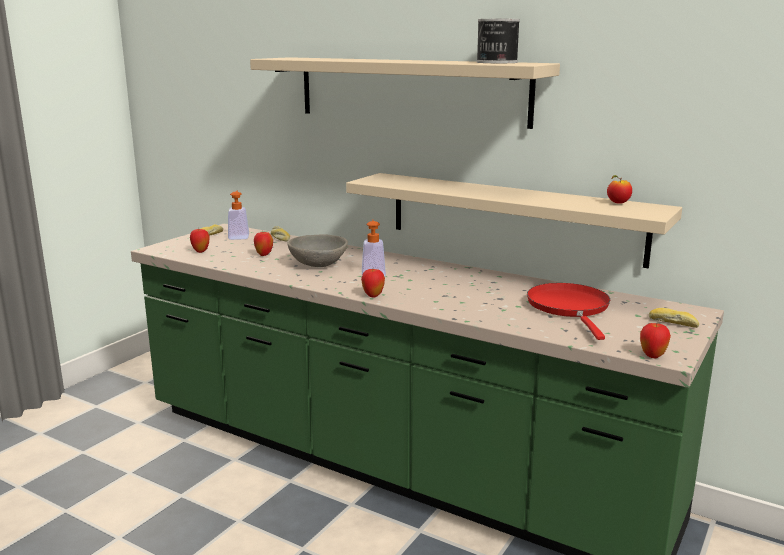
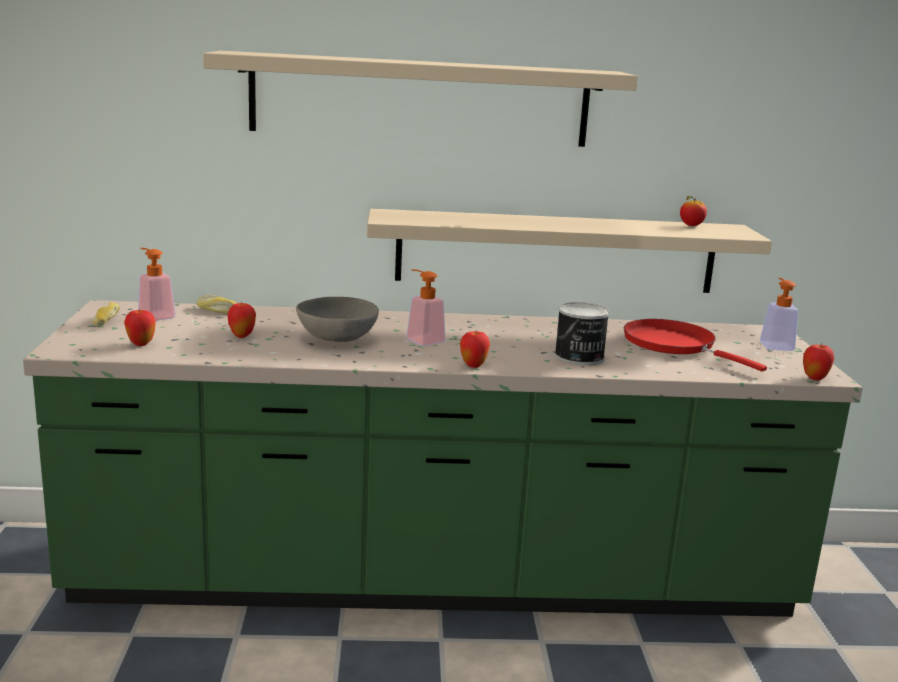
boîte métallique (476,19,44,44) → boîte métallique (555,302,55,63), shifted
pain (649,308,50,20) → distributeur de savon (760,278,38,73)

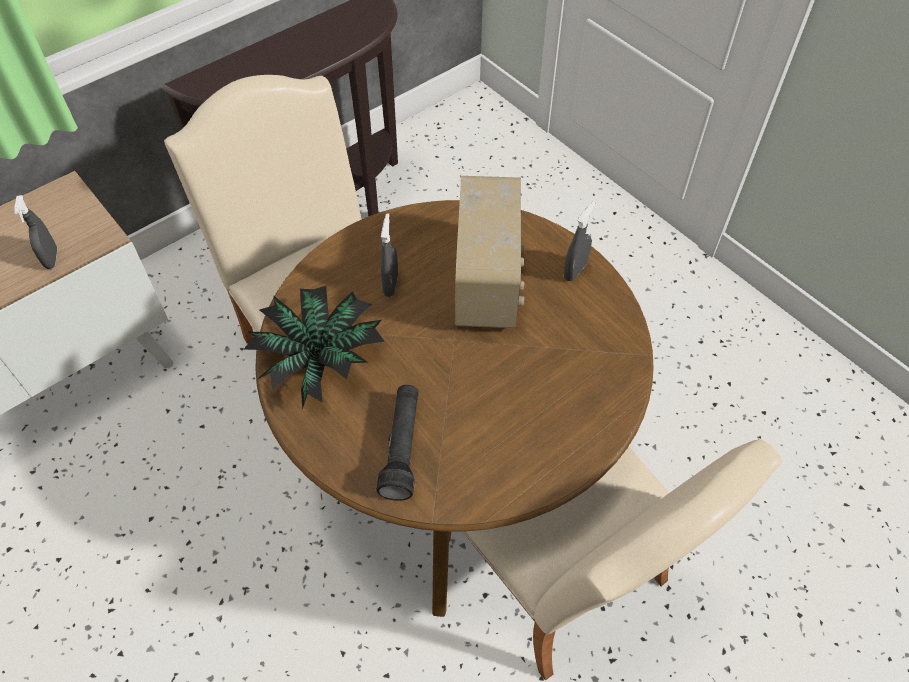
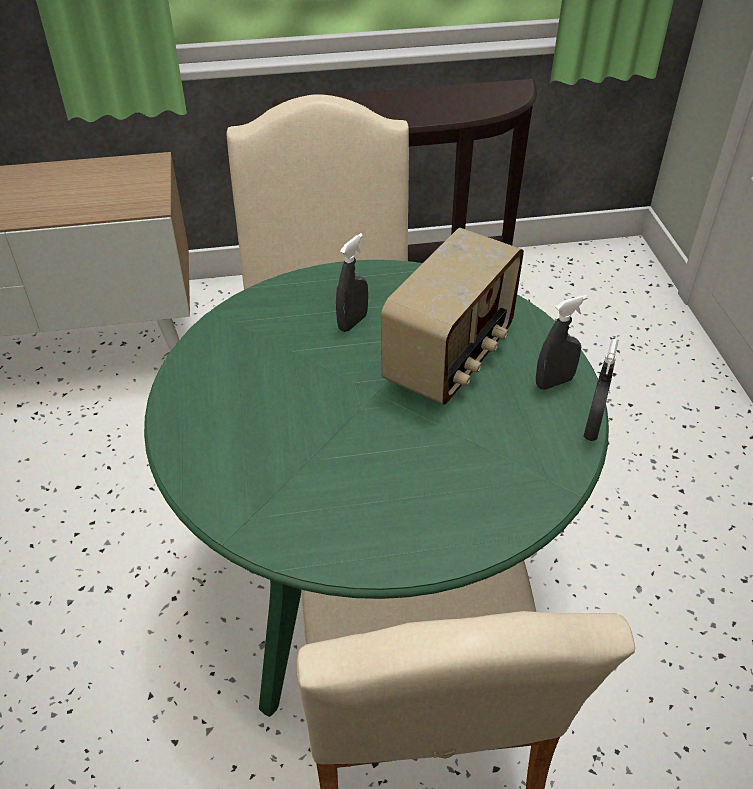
plante en pot (243,286,142,124) → -
lampe de poche (noir) (376,385,43,116) → -
vaporisateur (gris) (14,195,43,74) → vaporisateur (gris) (584,339,34,102), shifted
table à manger (marron) (255,200,399,417) → table à manger (vert) (144,260,465,457)

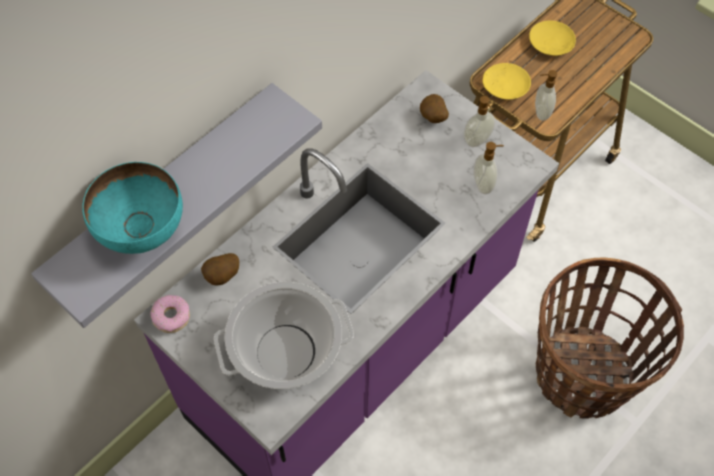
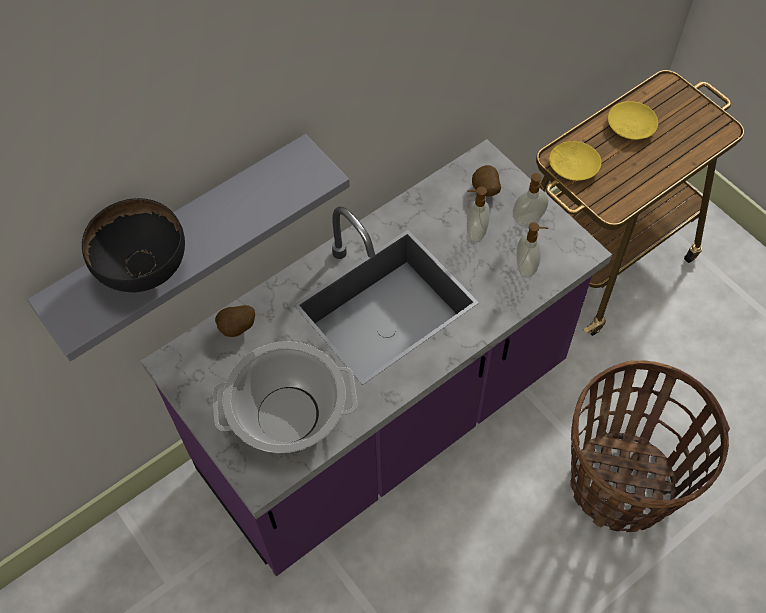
beignet (150,295,40,38) → -
distributeur de savon (535,70,22,51) → distributeur de savon (467,187,23,55), shifted
bol (turquoise) (82,162,101,92) → bol (noir) (82,198,103,95)

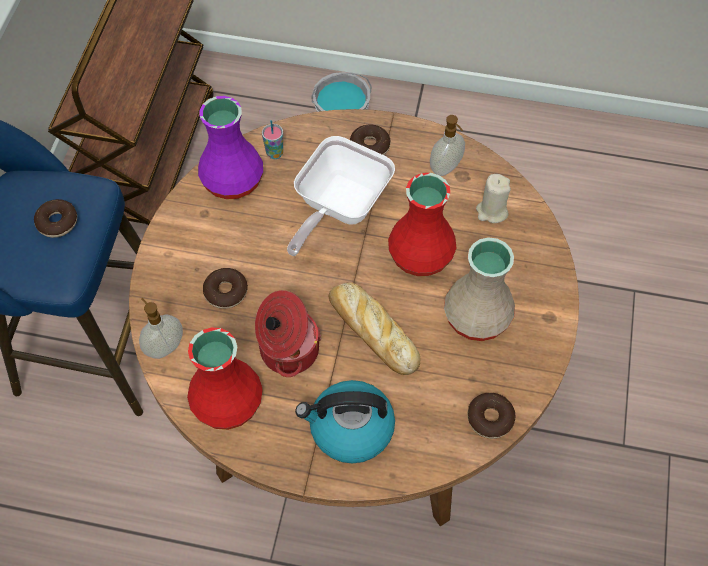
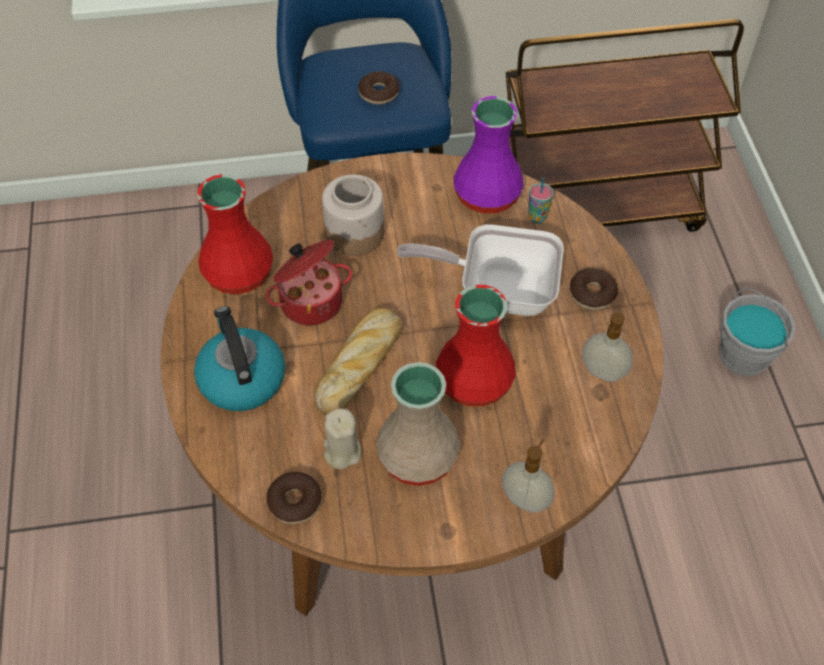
distributeur de savon (139,298,44,61) → distributeur de savon (502,439,53,74), shifted
bougie (beige) (476,174,35,49) → bougie (beige) (324,409,37,60), shifted
beignet (203,268,45,41) → bocal (322,174,62,82)

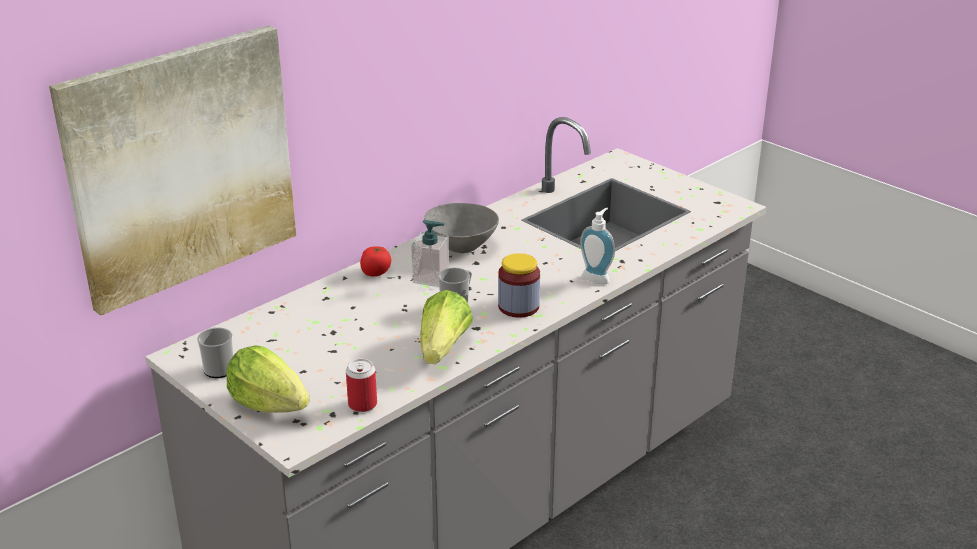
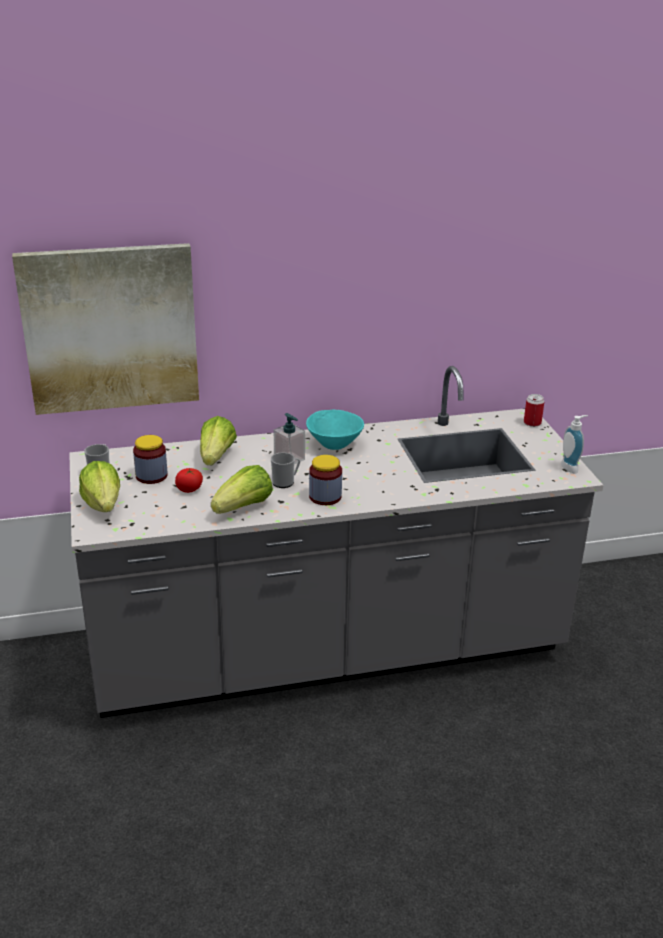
- → bocal (133,435,35,49)
- → laitue (200,416,37,49)
boîte métallique (346,359,31,53) → boîte métallique (524,394,21,33), shifted
tomate (360,246,31,30) → tomate (175,468,28,25), shifted
distributeur de savon (580,208,35,76) → distributeur de savon (561,415,27,58), shifted
bol (gris) (424,203,75,50) → bol (turquoise) (306,410,58,40)

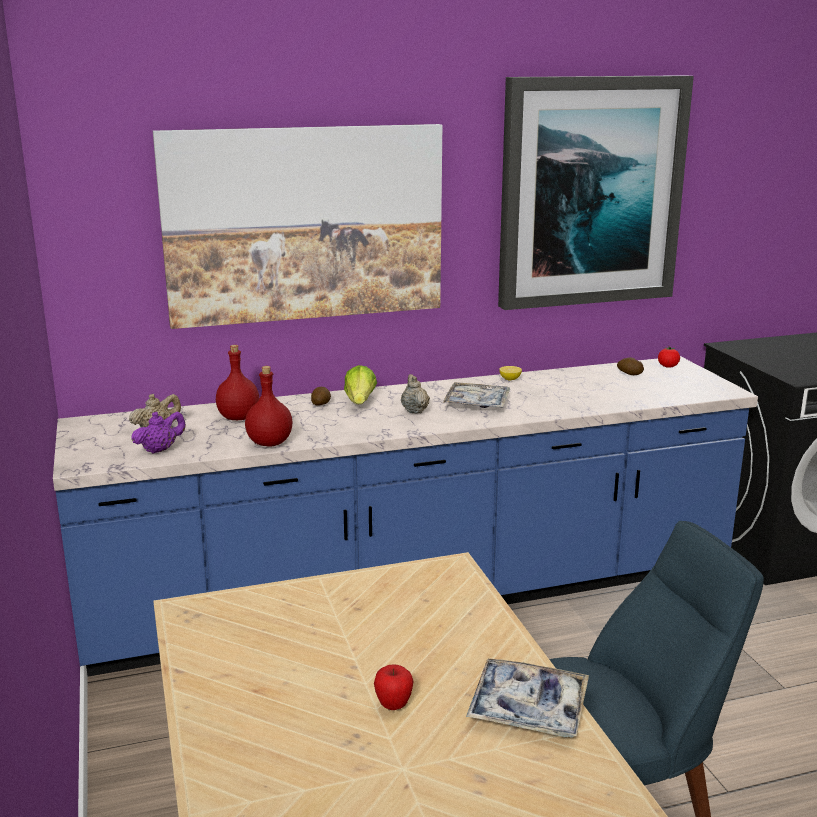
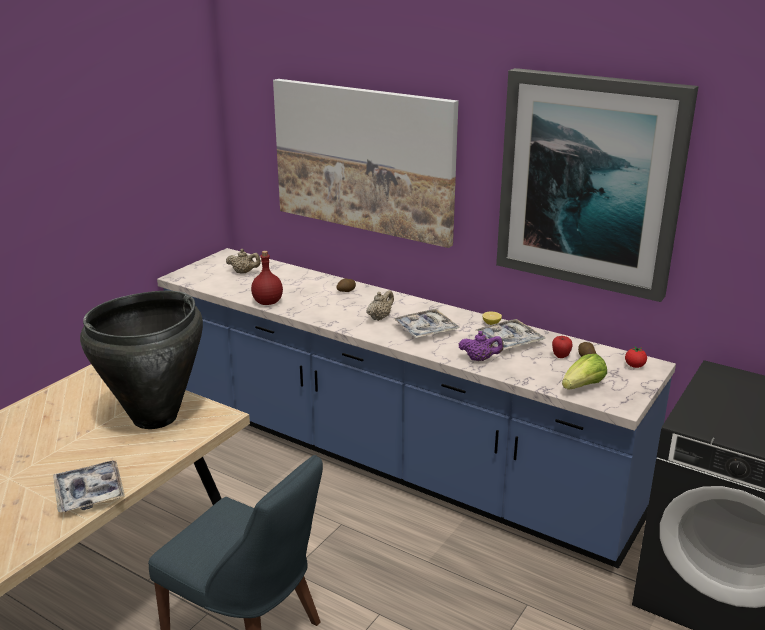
bouteille (rouge) (216,345,43,75) → -
- → vase (noir) (80,291,123,138)
- → plateau (476,319,70,31)
théière (violet) (131,412,55,42) → théière (violet) (459,331,45,30), shifted
laitue (344,365,33,39) → laitue (562,354,45,35), shifted
pomme (374,664,40,46) → pomme (552,336,21,22), shifted

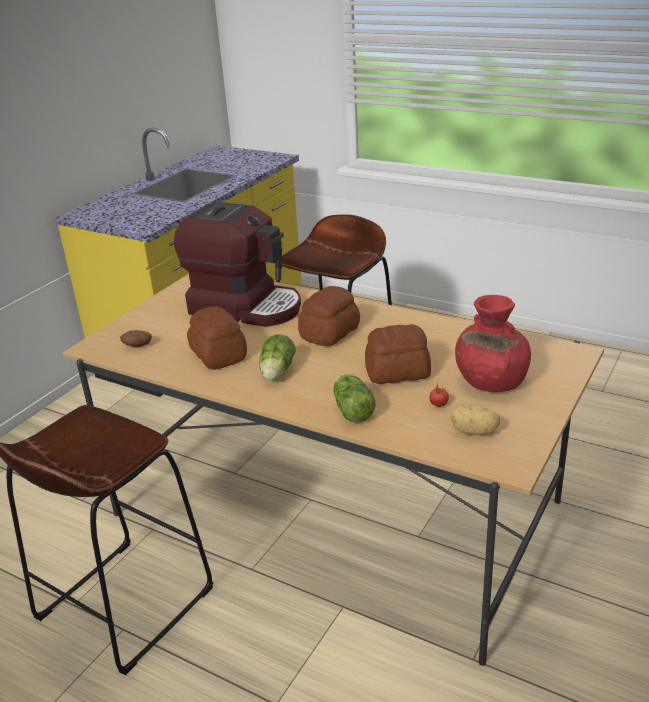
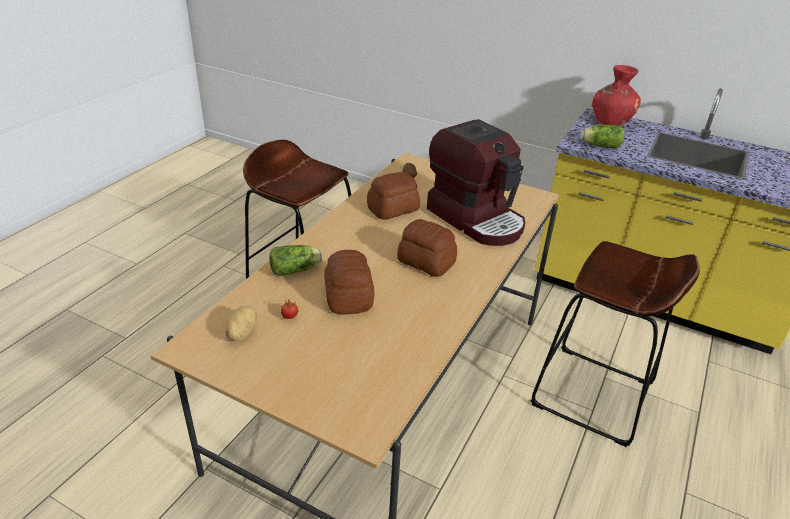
laitue (259,334,37,46) → laitue (581,125,43,23), shifted
vase (rouge) (455,295,76,97) → vase (rouge) (592,65,49,61), shifted
machine à café (174,202,127,125) → machine à café (427,119,98,127), 60 degrees counterclockwise

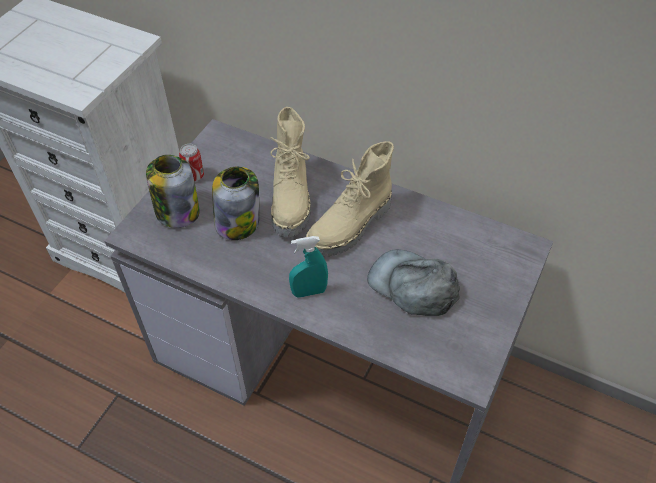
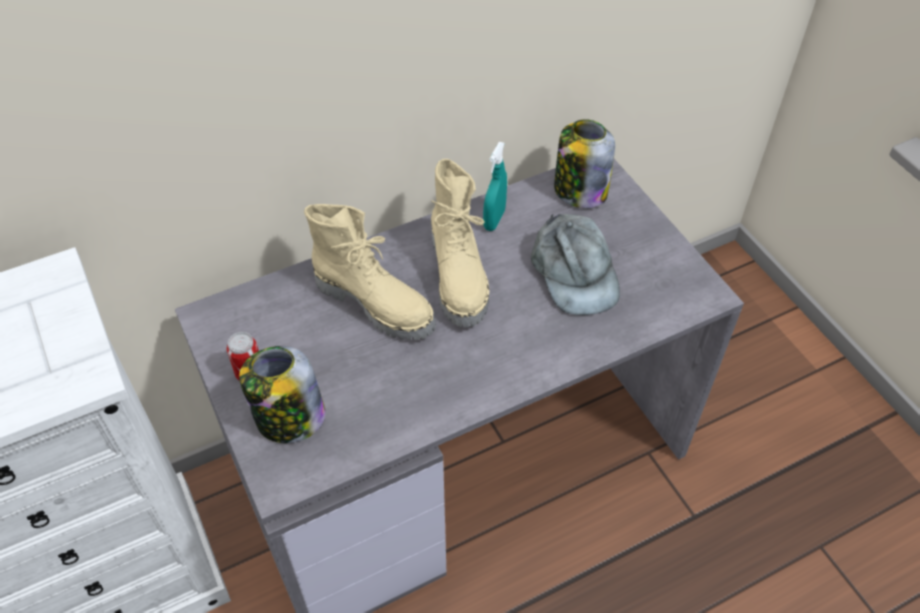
bocal (212,166,47,74) → bocal (554,119,61,89), shifted
vaporisateur (turquoise) (289,236,39,62) → vaporisateur (turquoise) (483,142,24,89), shifted
casquette (gris) (367,249,93,67) → casquette (gris) (531,214,89,101), 90 degrees counterclockwise

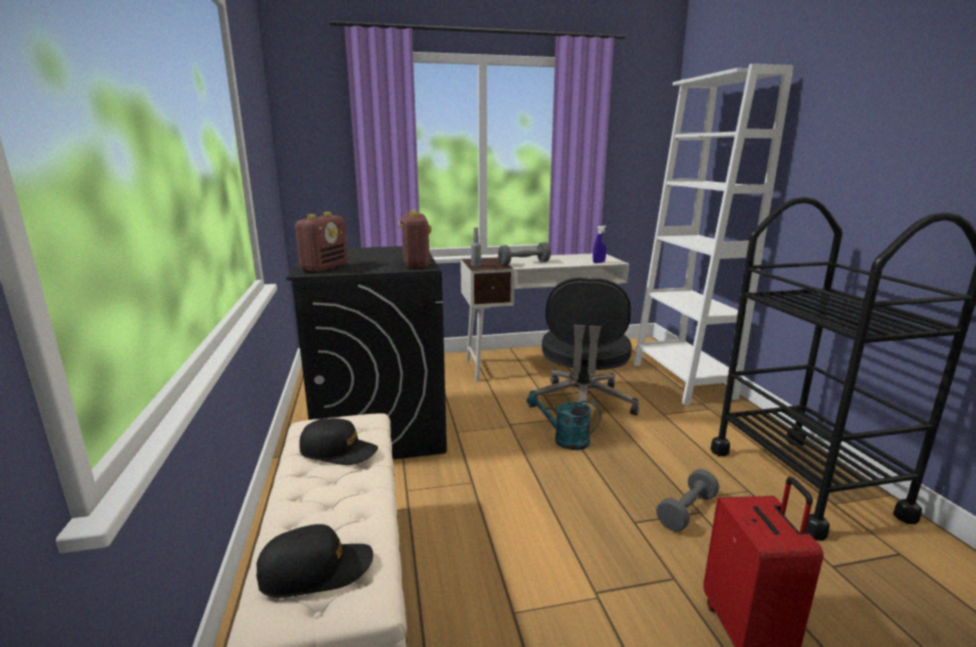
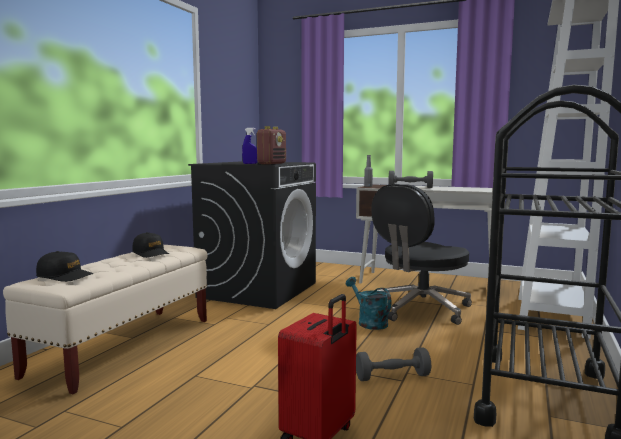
radio (295,212,53,60) → -
vaporisateur (bleu) (593,225,13,38) → vaporisateur (bleu) (242,128,16,36), shifted

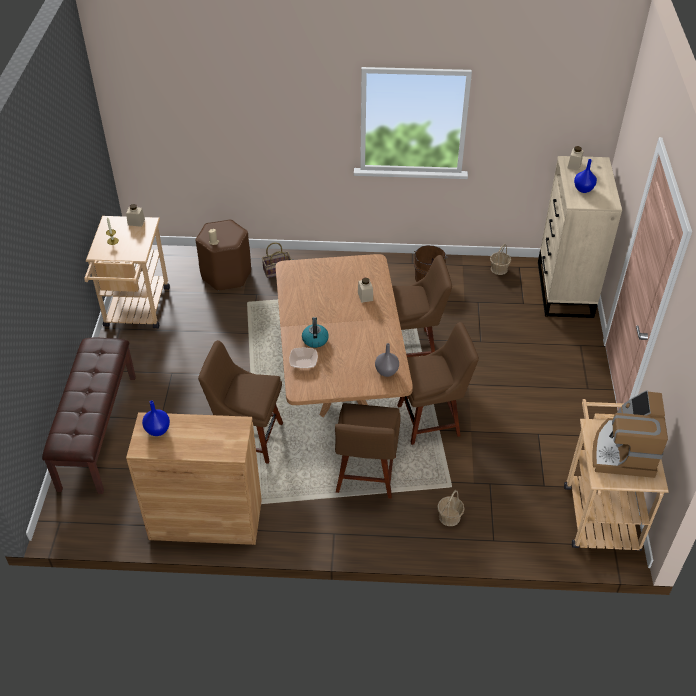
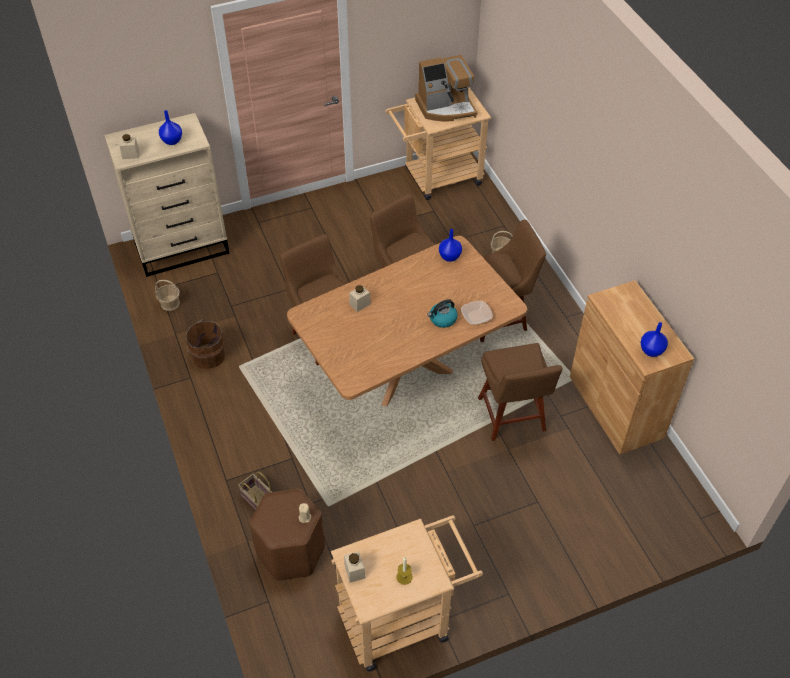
banc (marron) (42,338,94,156) → -
vase (gris) (375,343,24,34) → vase (bleu) (439,229,23,33)

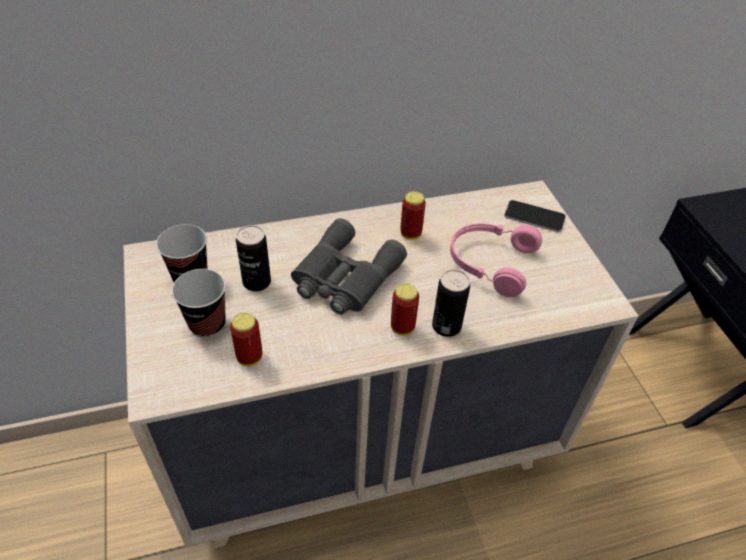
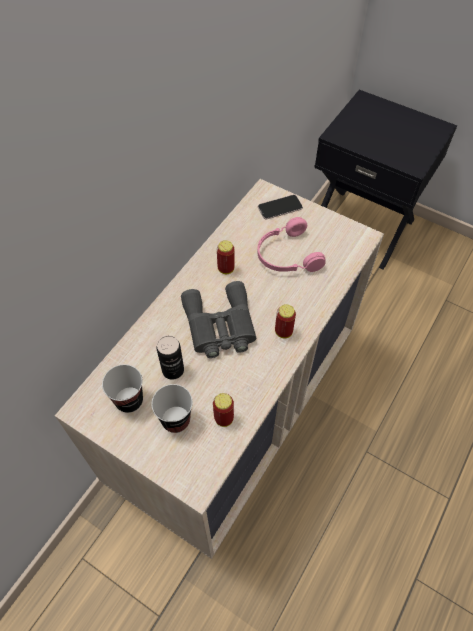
boîte métallique (432,269,38,68) → -

